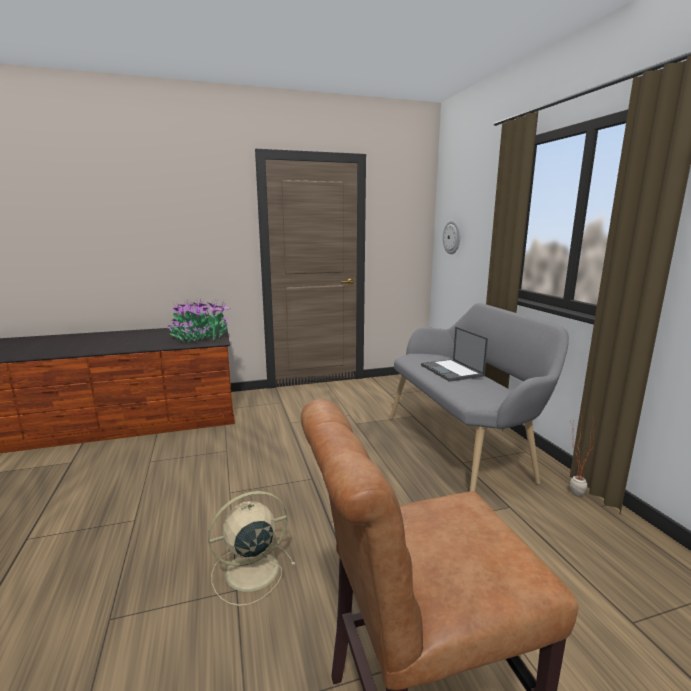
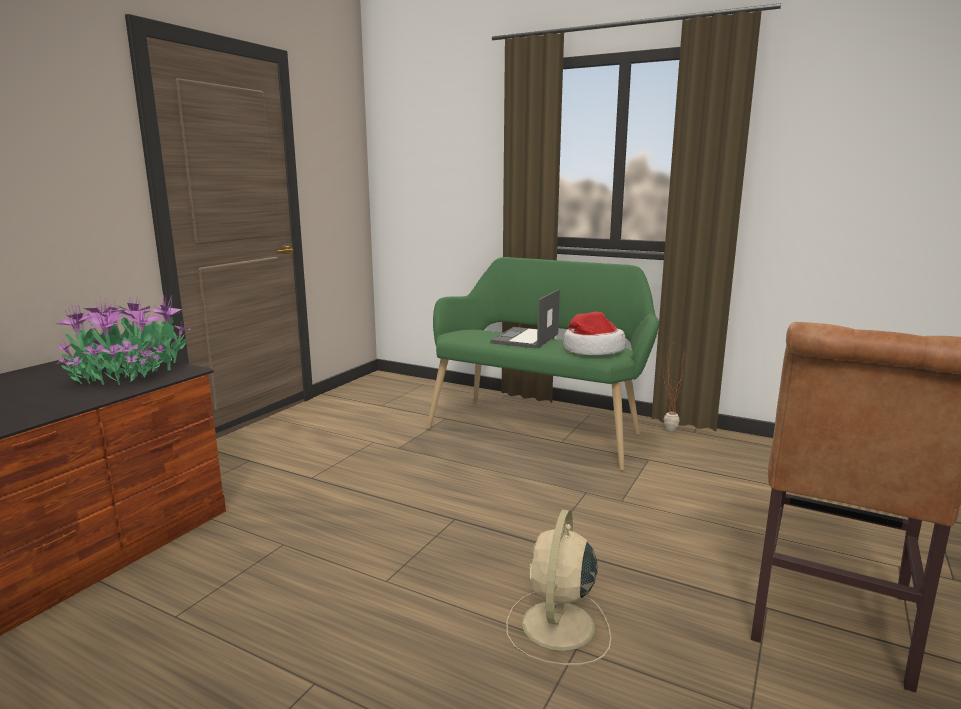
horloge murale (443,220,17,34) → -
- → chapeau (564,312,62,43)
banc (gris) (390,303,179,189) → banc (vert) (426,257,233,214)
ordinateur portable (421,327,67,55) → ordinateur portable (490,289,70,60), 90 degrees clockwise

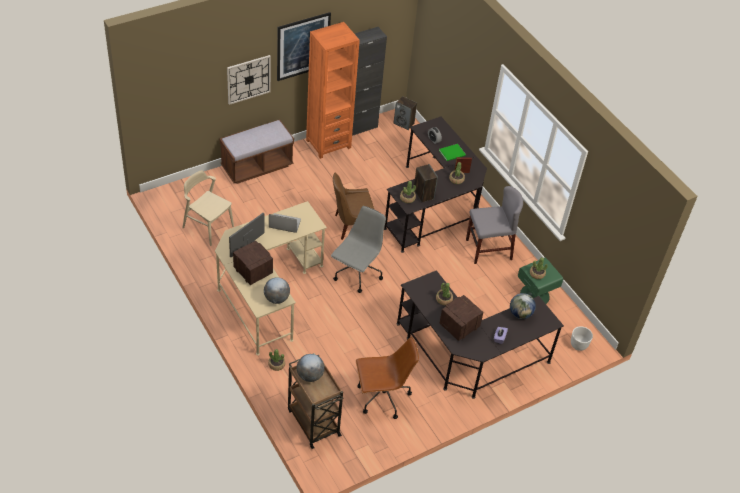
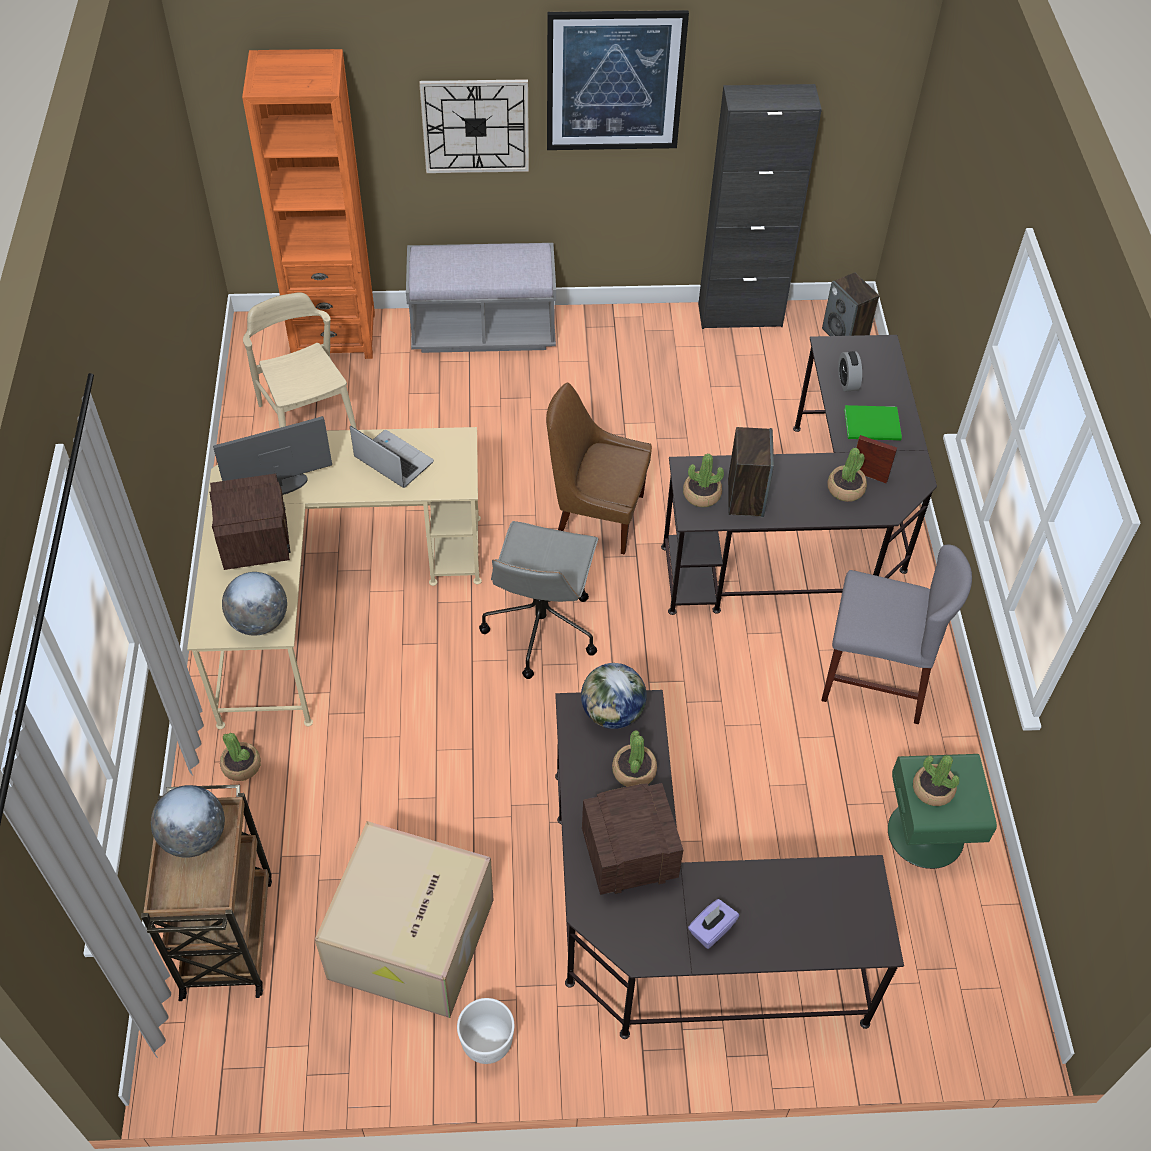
bibliothèque (orange) (306,22,54,137) → bibliothèque (orange) (242,49,133,310), shifted
globe (510,293,26,26) → globe (581,663,66,66), shifted
cache-pot (blanc) (571,326,22,25) → cache-pot (blanc) (457,998,57,66), shifted
chaise de bureau (marron) (356,337,63,82) → carton (315,821,178,197)
banc (marron) (220,119,74,65) → banc (gris) (406,243,150,110)
chaise de bureau (gris) (331,206,55,87) → chaise de bureau (gris) (479,521,119,158), 135 degrees clockwise

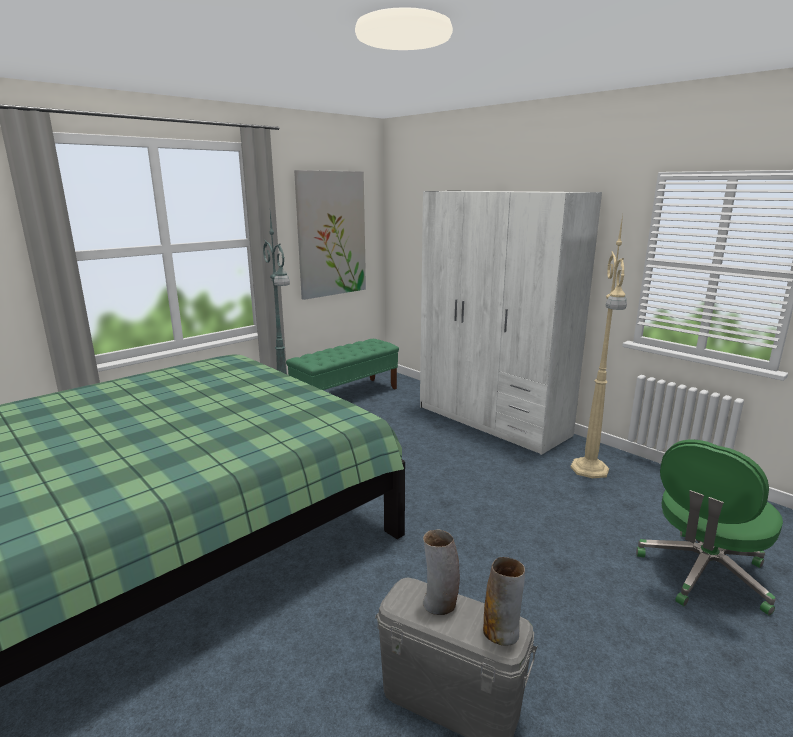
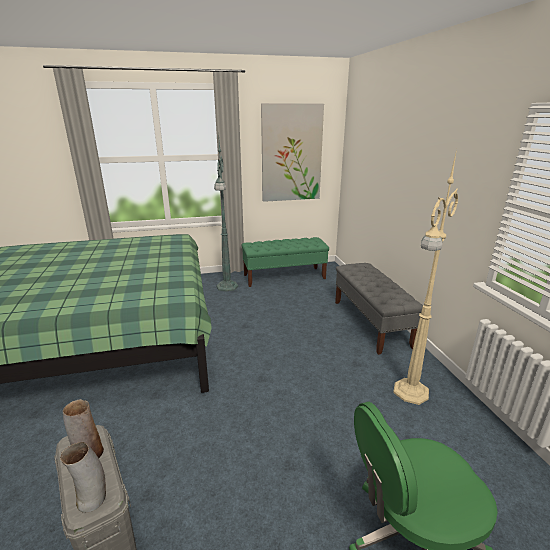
armoire (blanc) (420,191,182,264) → banc (gris) (335,263,88,92)

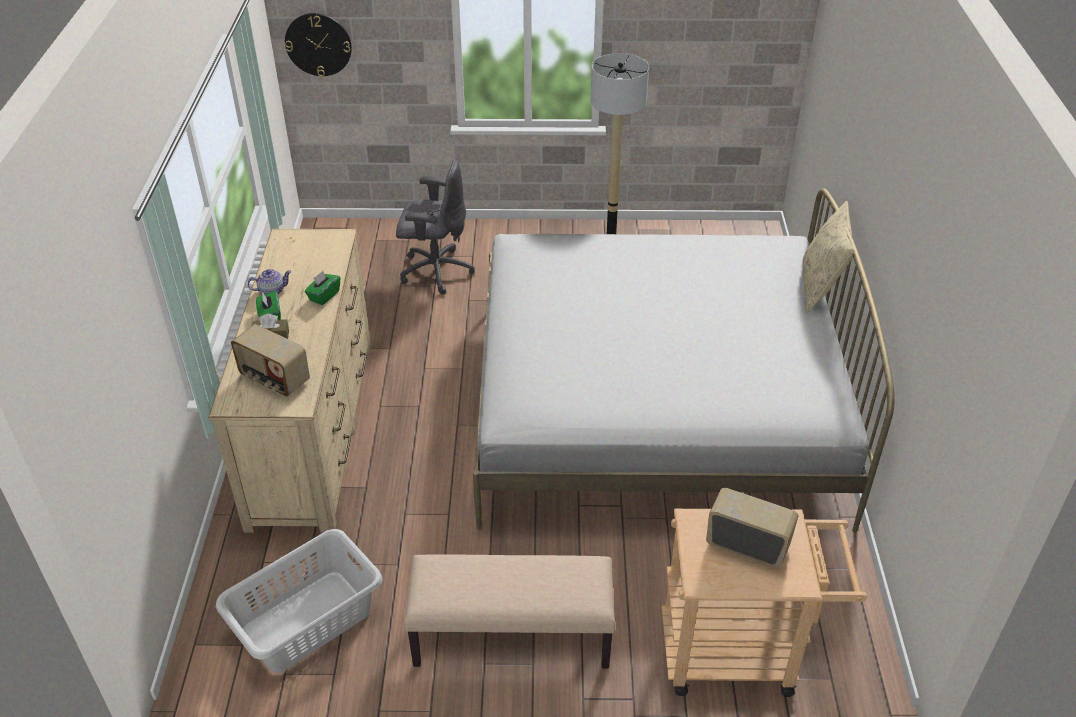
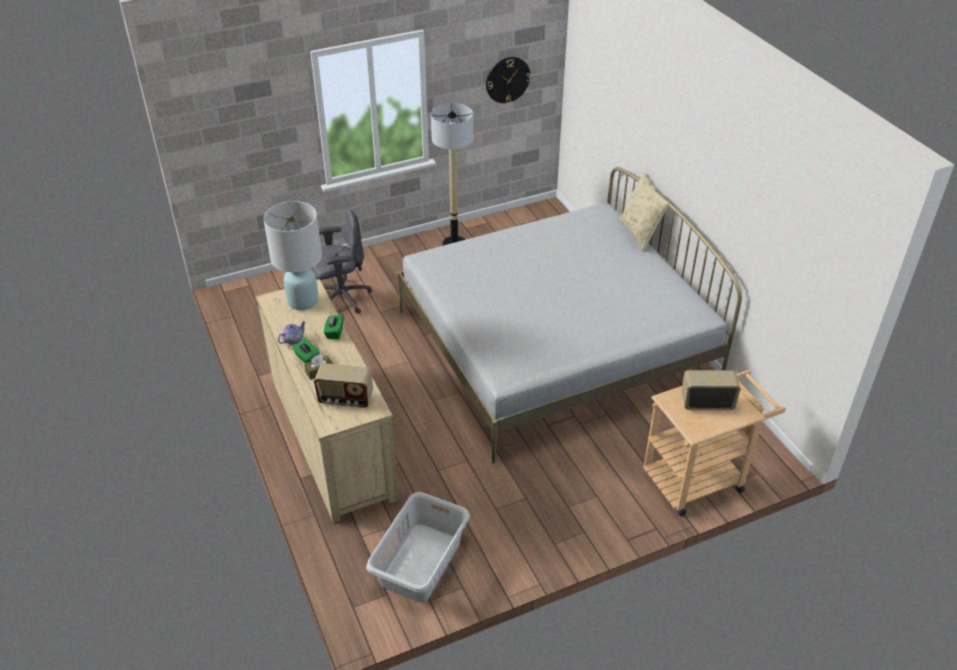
banc (beige) (404,555,211,113) → -
- → lampe de table (blanc) (263,201,59,109)
horloge murale (285,13,67,64) → horloge murale (486,57,45,46), shifted

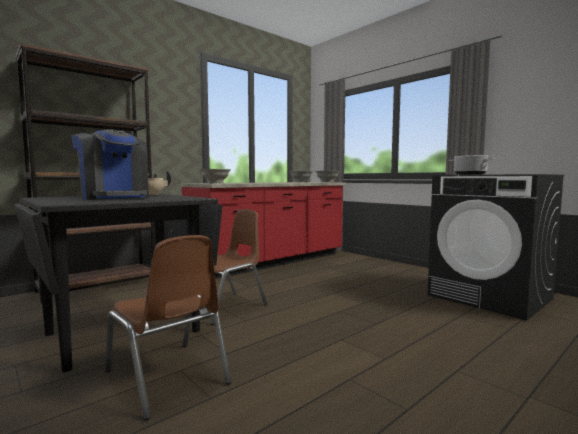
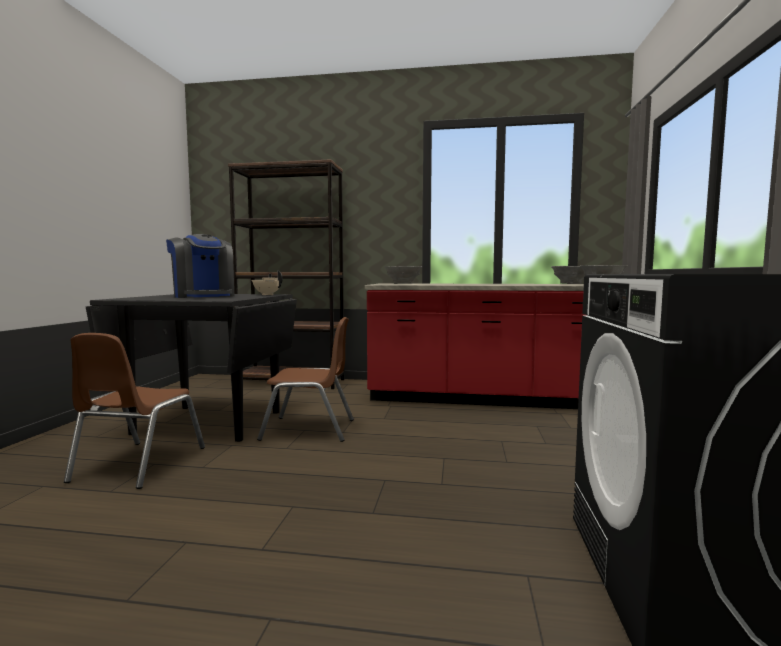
marmite (448,155,47,20) → -
machine à café (72,129,77,71) → machine à café (166,234,68,64), 45 degrees counterclockwise

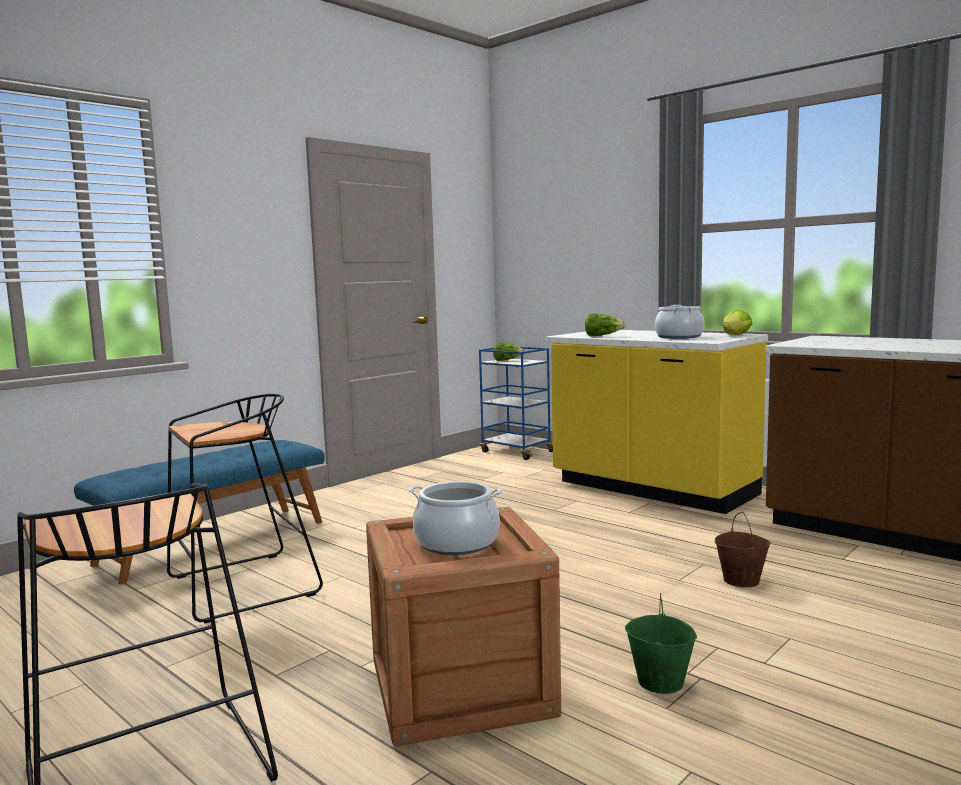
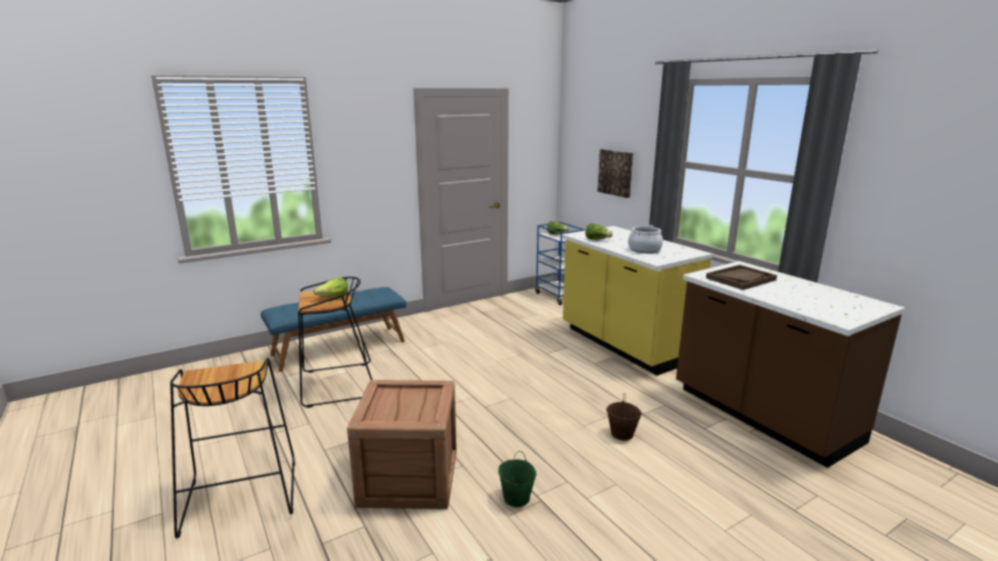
marmite (408,481,95,74) → -
- → tableau (597,149,36,49)
- → plateau (marron) (706,265,71,25)
laitue (722,310,31,25) → laitue (314,278,34,19), shifted

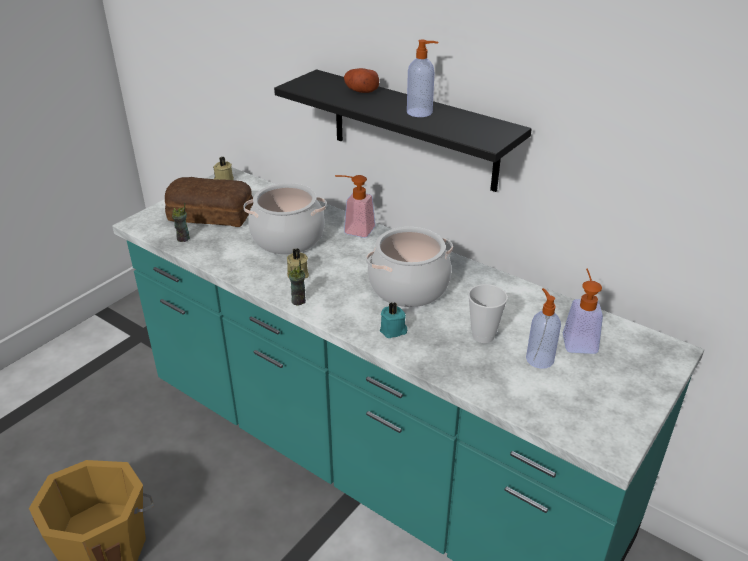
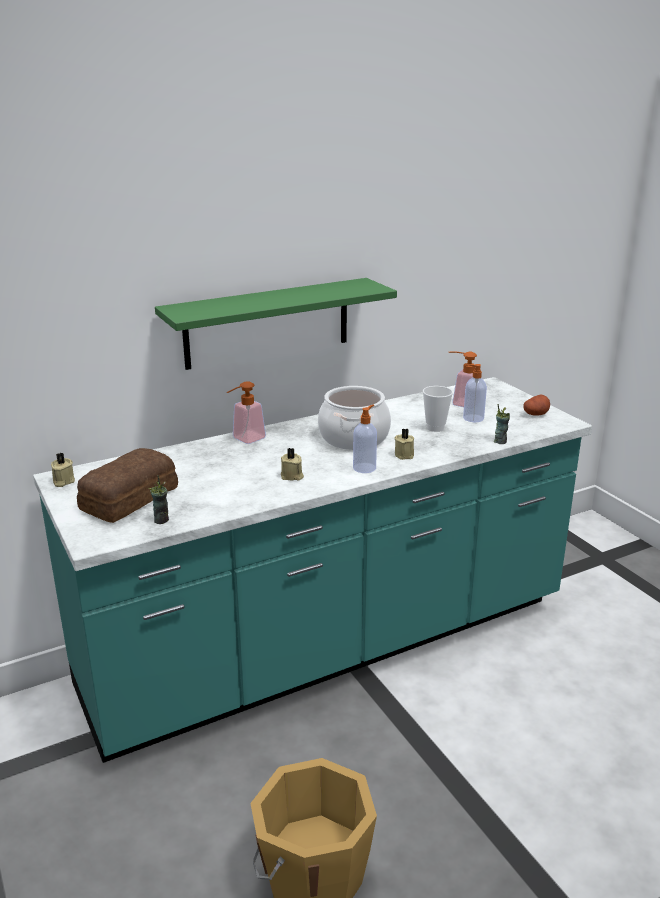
marmite (244,183,83,72) → -
tasse (288,260,18,45) → tasse (494,404,16,40), shifted
pomme de terre (344,68,35,25) → pomme de terre (523,395,27,21), shifted
distributeur de savon (407,40,31,77) → distributeur de savon (353,405,24,68), shifted
étagère (noir) (274,69,258,123) → étagère (vert) (155,278,242,92)
bougie (turquoise) (380,302,27,36) → bougie (beige) (394,428,20,32)

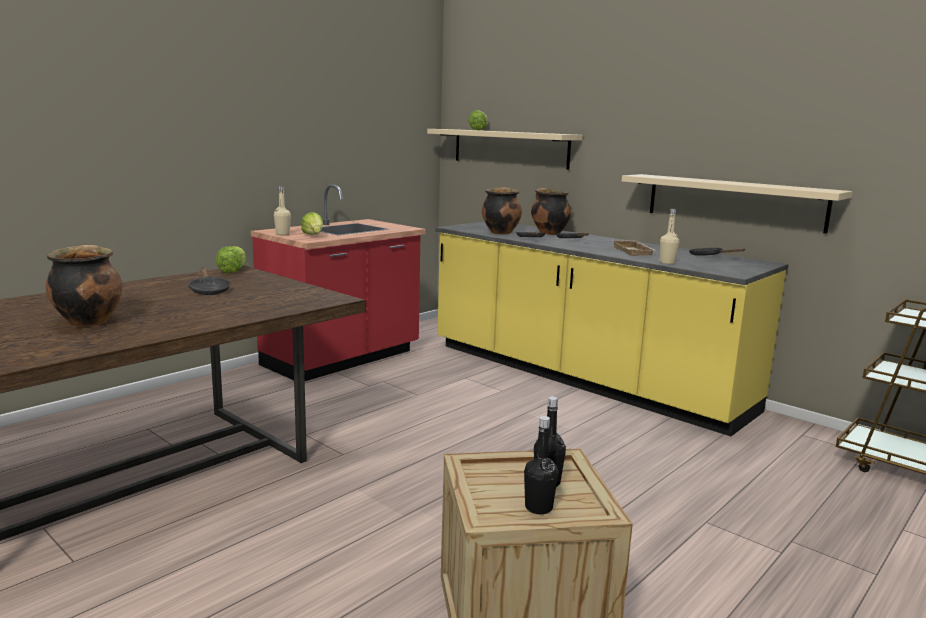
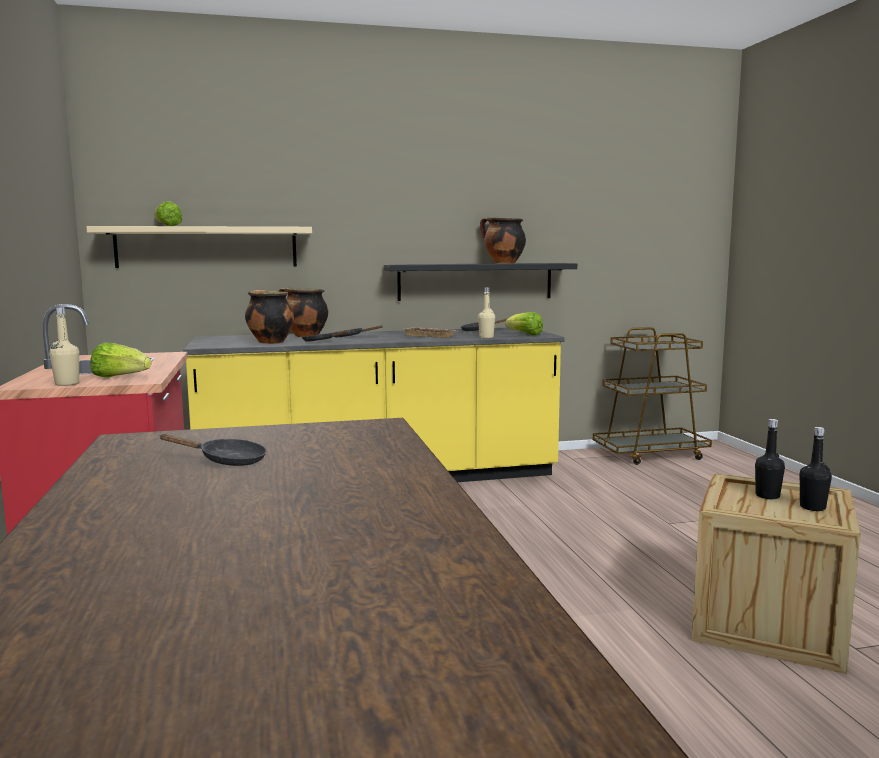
marmite (46,245,77,82) → marmite (480,218,46,45), shifted
laitue (216,246,30,27) → laitue (505,312,38,23), shifted
étagère (beige) (622,174,230,60) → étagère (noir) (384,263,193,38)

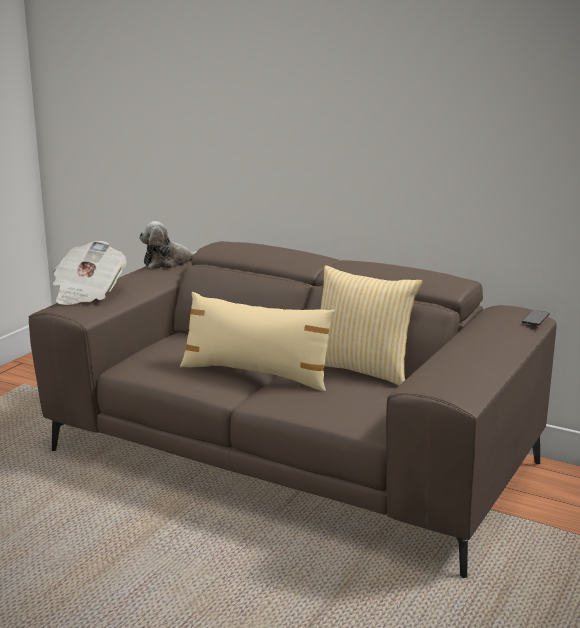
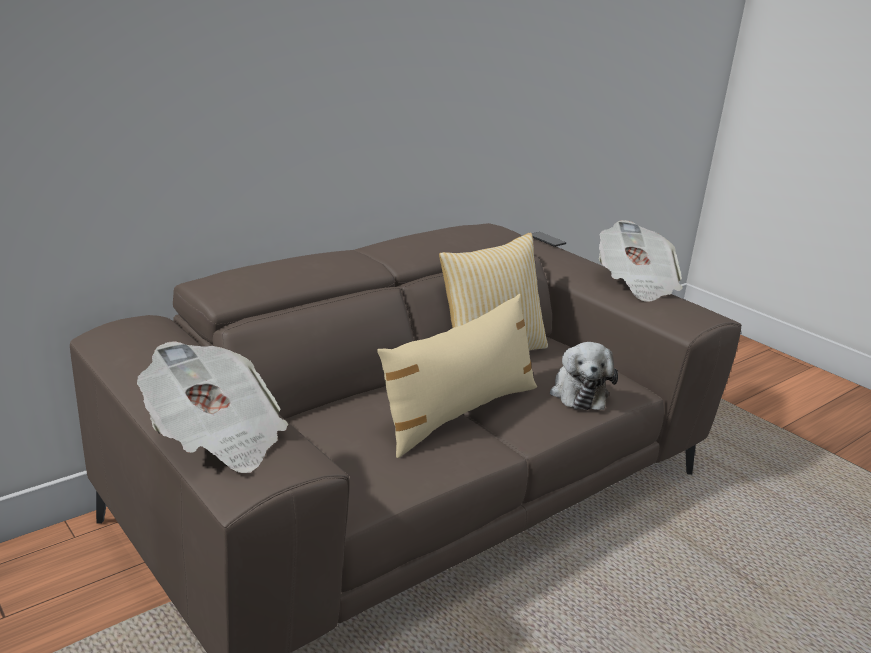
- → journal (599,220,84,82)
peluche (139,221,58,48) → peluche (550,342,68,68), shifted

